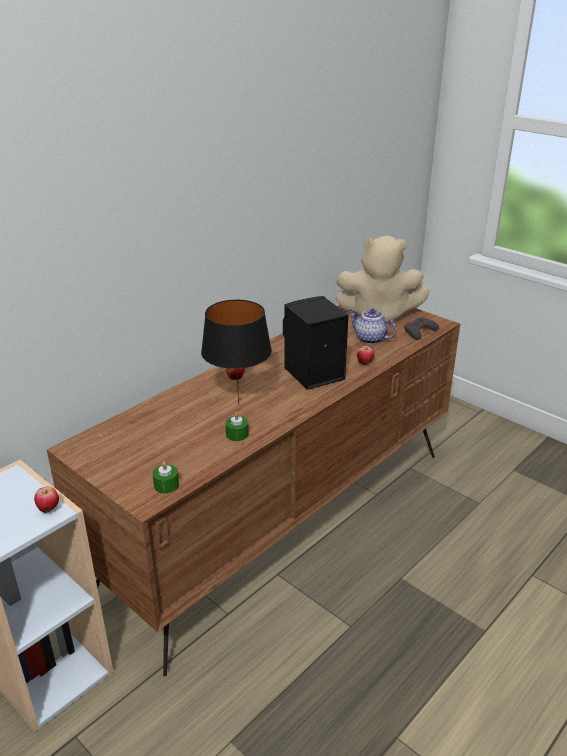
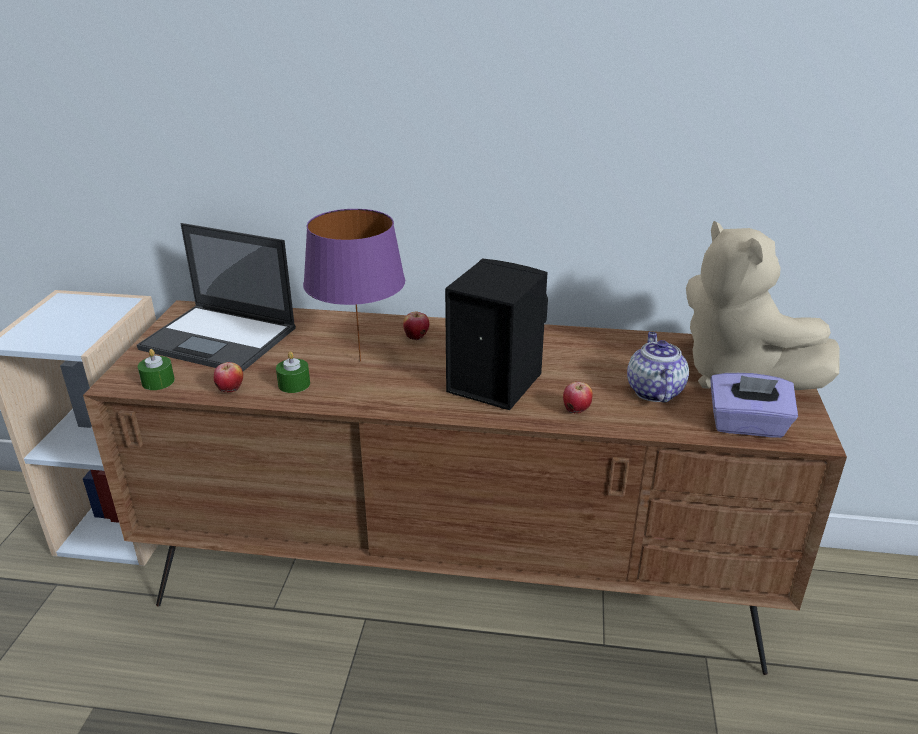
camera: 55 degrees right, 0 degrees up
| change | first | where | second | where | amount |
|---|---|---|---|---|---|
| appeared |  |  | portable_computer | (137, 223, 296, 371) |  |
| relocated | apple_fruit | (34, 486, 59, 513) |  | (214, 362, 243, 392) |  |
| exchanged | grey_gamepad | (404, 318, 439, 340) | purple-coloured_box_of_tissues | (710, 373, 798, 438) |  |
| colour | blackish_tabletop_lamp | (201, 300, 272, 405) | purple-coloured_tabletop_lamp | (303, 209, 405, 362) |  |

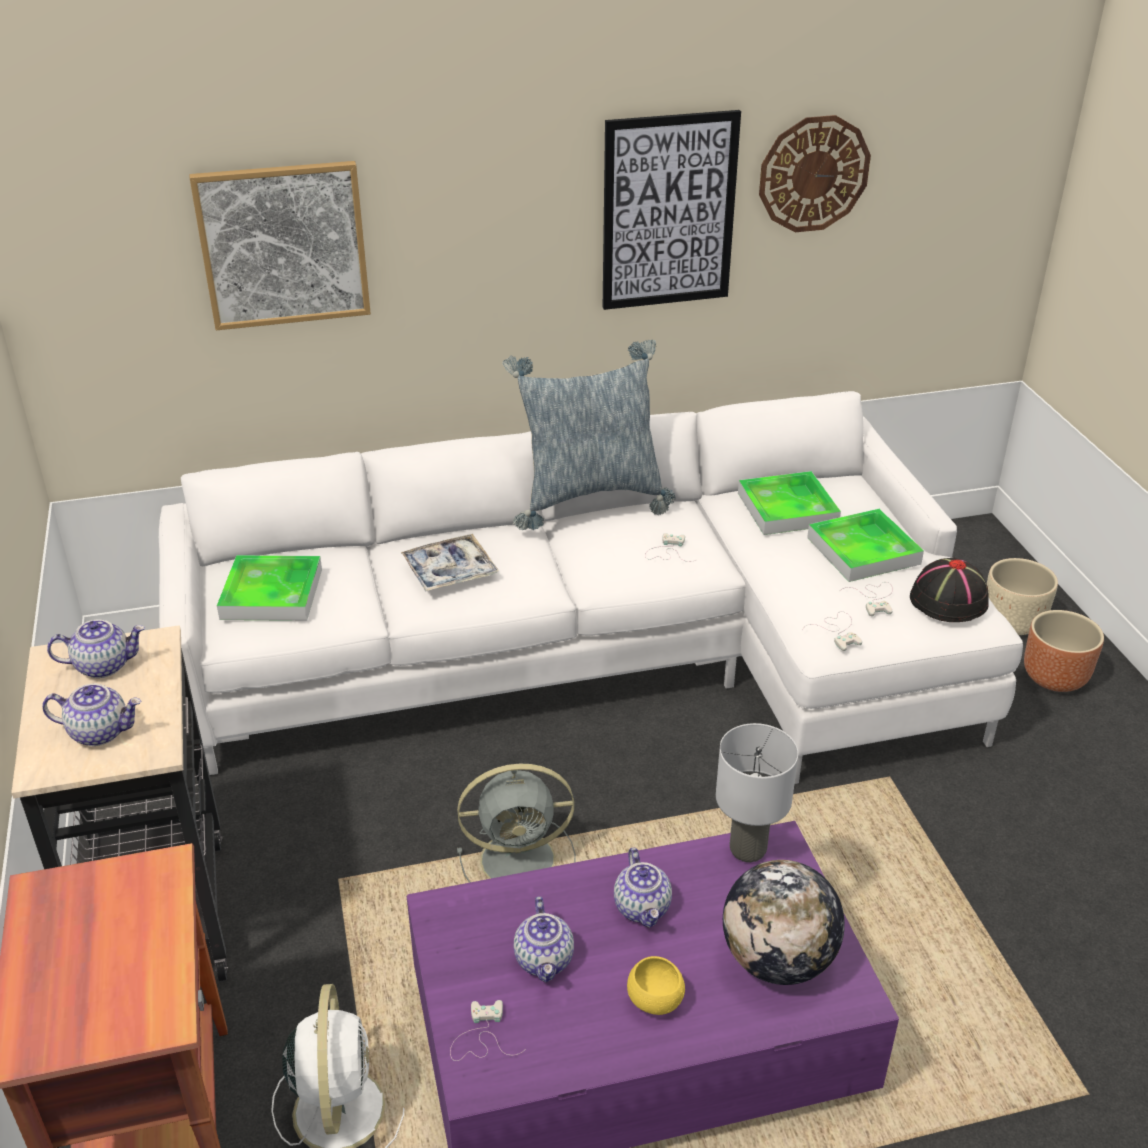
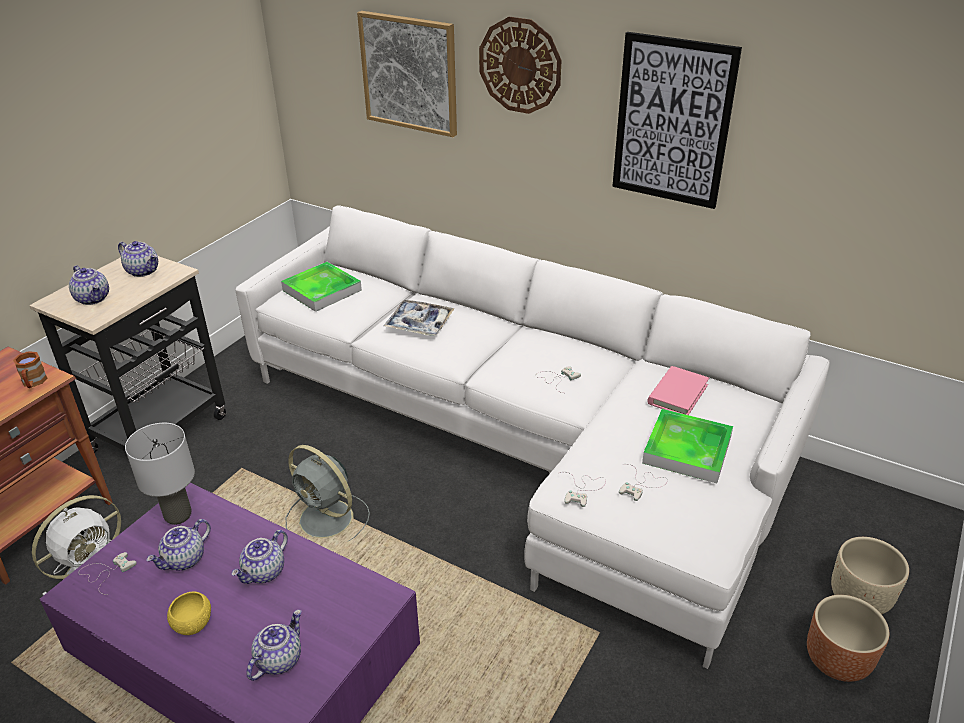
camera: 45 degrees right, 0 degrees up
| change | first | where | second | where | amount |
|---|---|---|---|---|---|
| missing | throw_pillow | (502, 340, 676, 530) |  |  |  |
| missing | blackish_hat | (910, 558, 989, 622) |  |  |  |
| appeared |  |  | brown-coloured_coffee_mug | (13, 351, 47, 388) |  |
| relocated | whitish_tabletop_lamp | (716, 723, 798, 863) |  | (125, 423, 195, 525) |  |
| relocated | clock_on_the_wall | (759, 115, 871, 232) |  | (479, 17, 561, 114) |  |
| exchanged | world_globe | (723, 860, 845, 985) | pot_for_tea | (246, 610, 301, 681) |  |
| exchanged | carrying_tray | (738, 471, 841, 535) | pink-coloured_book | (647, 366, 709, 415) |  |

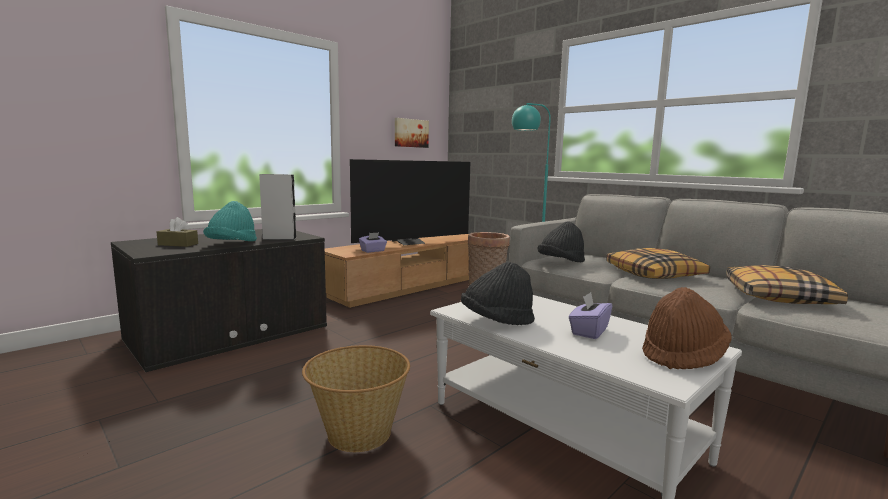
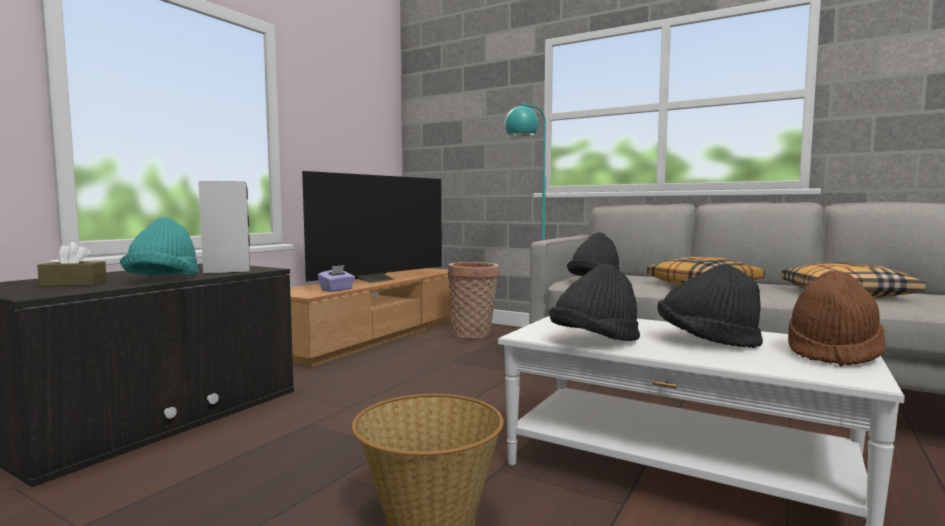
camera: 15 degrees left, 5 degrees down
| change | first | where | second | where | amount |
|---|---|---|---|---|---|
| missing | wall_art | (395, 118, 429, 148) |  |  |  |
| exchanged | purple-coloured_box_of_tissues | (569, 292, 612, 339) | blackish_hat | (657, 265, 763, 348) |  |

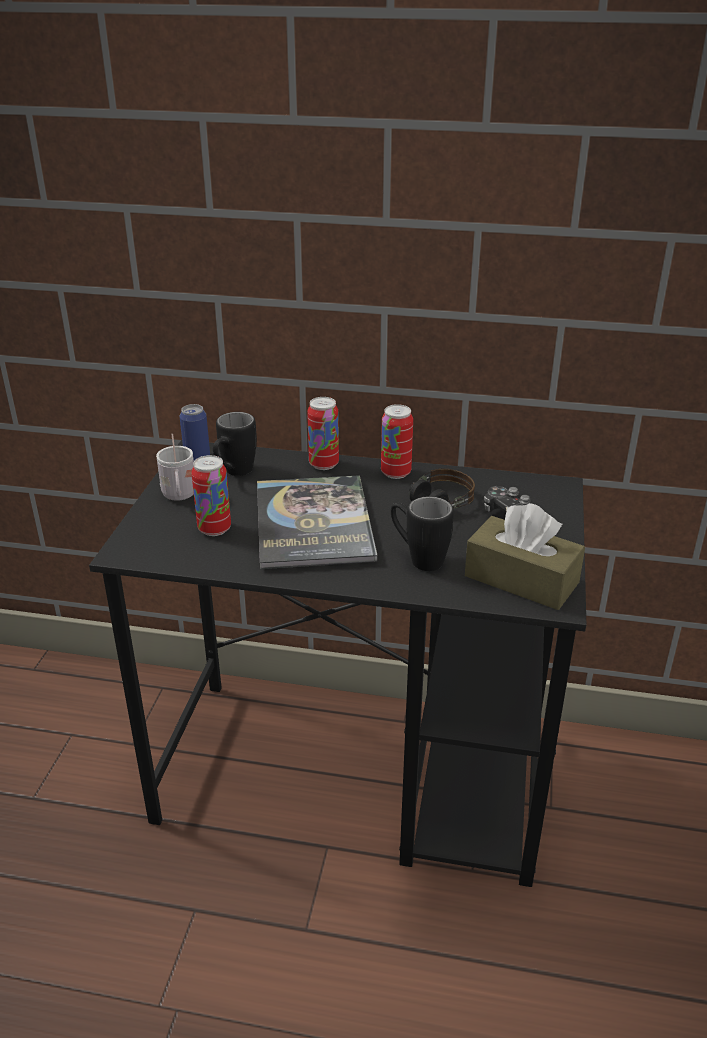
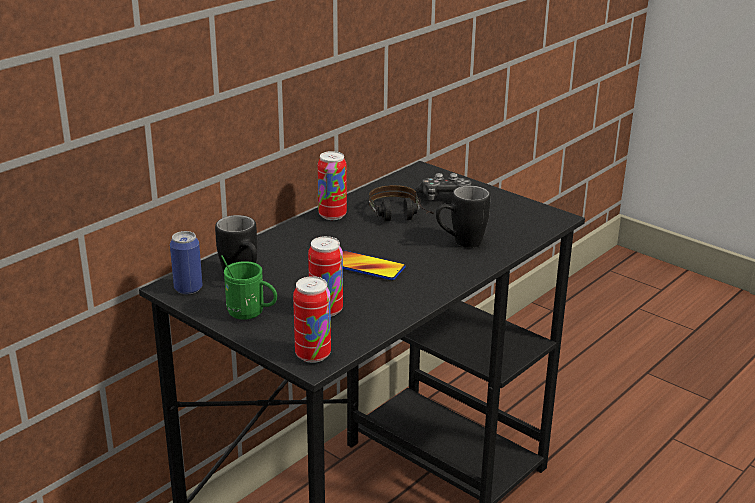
camera: 60 degrees left, 5 degrees down
| change | first | where | second | where | amount |
|---|---|---|---|---|---|
| missing | brown-coloured_box_of_tissues | (465, 503, 585, 610) |  |  |  |
| relocated | sealed_can | (307, 397, 339, 470) |  | (293, 276, 331, 363) |  |
| exchanged | book | (257, 475, 378, 569) | phone | (343, 250, 406, 280) |  |
| colour | whitish_coffee_mug | (156, 434, 194, 501) | green-coloured_coffee_mug | (221, 256, 277, 320) |  |

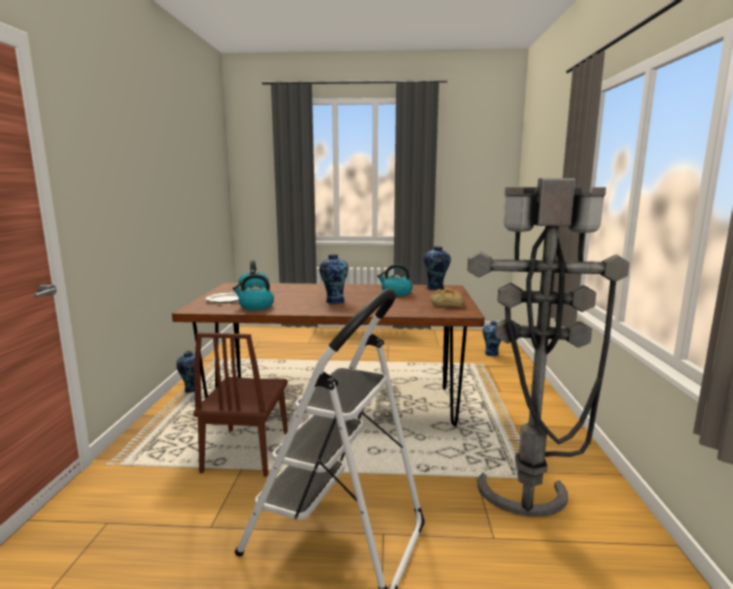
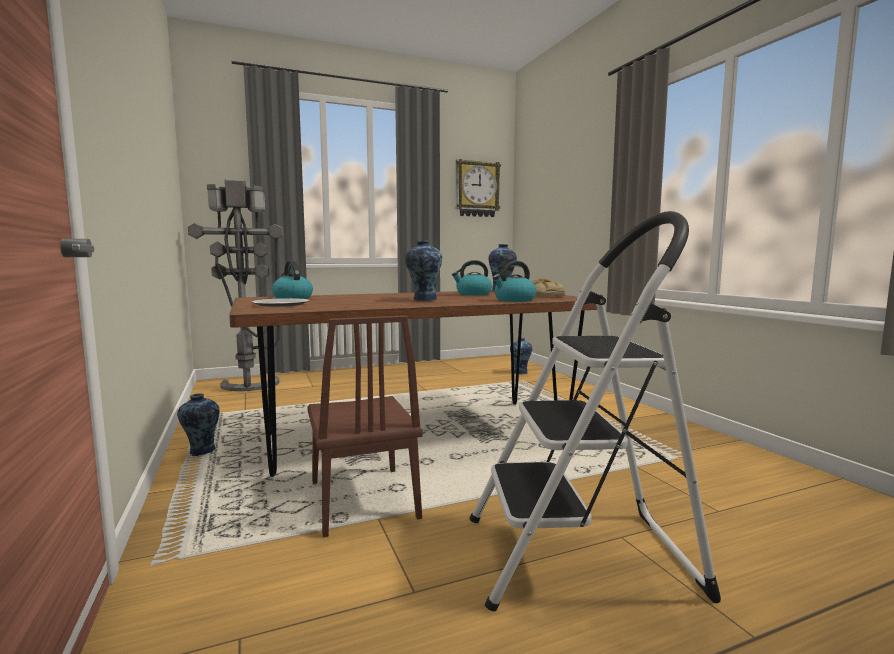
camera: 25 degrees left, 5 degrees down
| change | first | where | second | where | amount |
|---|---|---|---|---|---|
| appeared |  |  | clock_on_the_wall | (456, 159, 501, 217) |  |
| relocated | water_kettle | (232, 274, 274, 310) |  | (493, 261, 536, 302) |  |
| relocated | grey_floor_lamp | (467, 178, 630, 517) |  | (188, 179, 283, 391) |  |

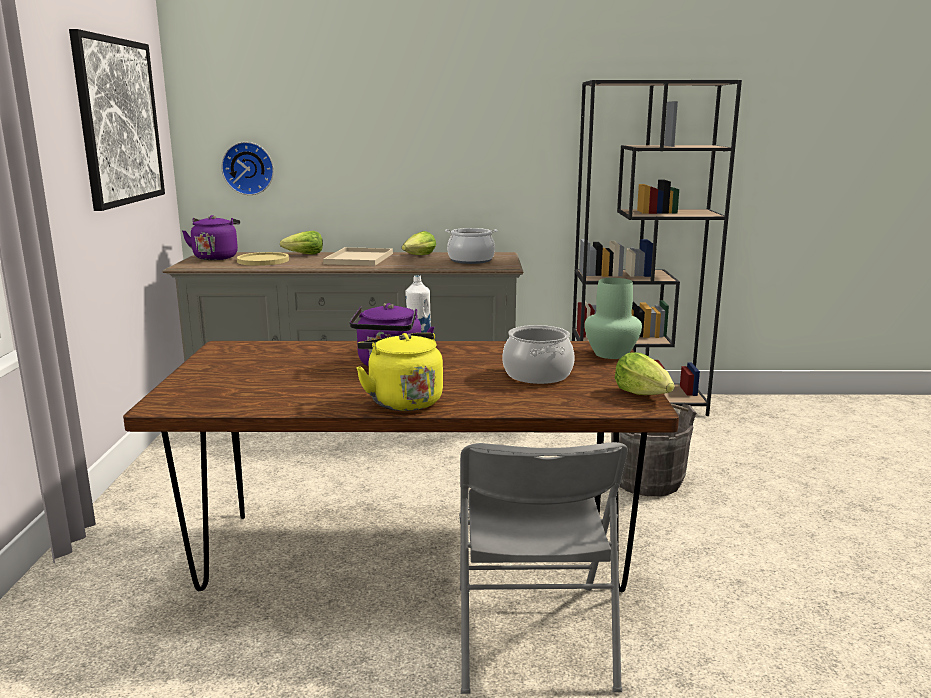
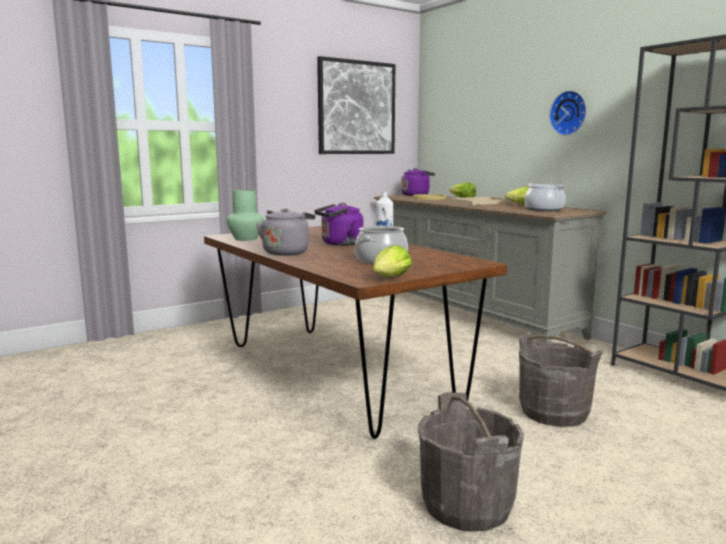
camera: 55 degrees right, 5 degrees down
| change | first | where | second | where | amount |
|---|---|---|---|---|---|
| missing | grey_upright_chair | (459, 442, 628, 694) |  |  |  |
| appeared |  |  | grey_water_bucket | (418, 392, 524, 532) |  |
| relocated | clock_on_the_wall | (221, 142, 274, 195) |  | (549, 90, 587, 136) |  |
| relocated | green-coloured_flower_vase | (584, 278, 642, 359) |  | (226, 190, 264, 241) |  |
| colour | yellowish_water_kettle | (356, 333, 443, 411) | grey_water_kettle | (256, 208, 315, 256) |  |

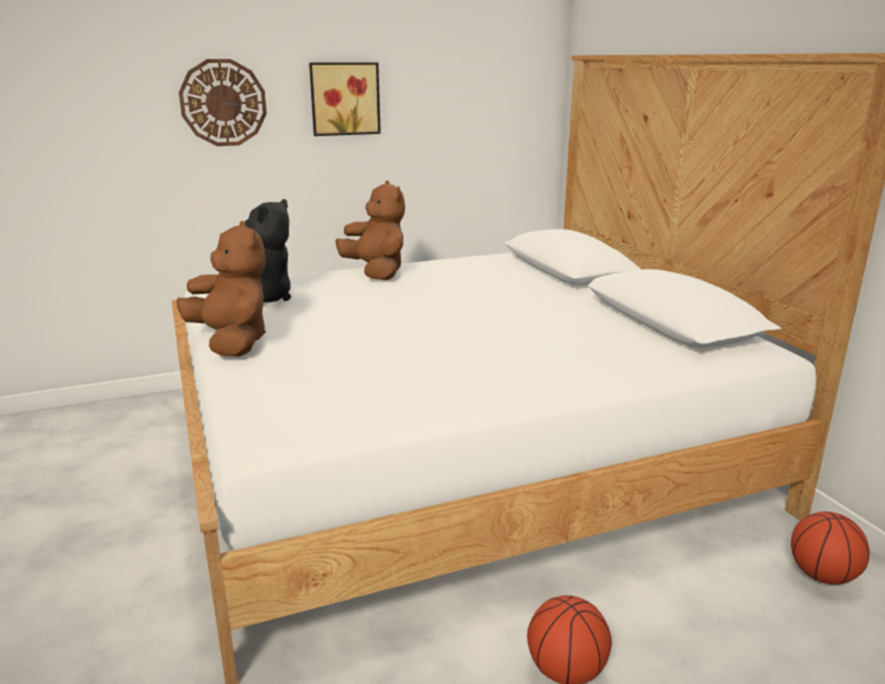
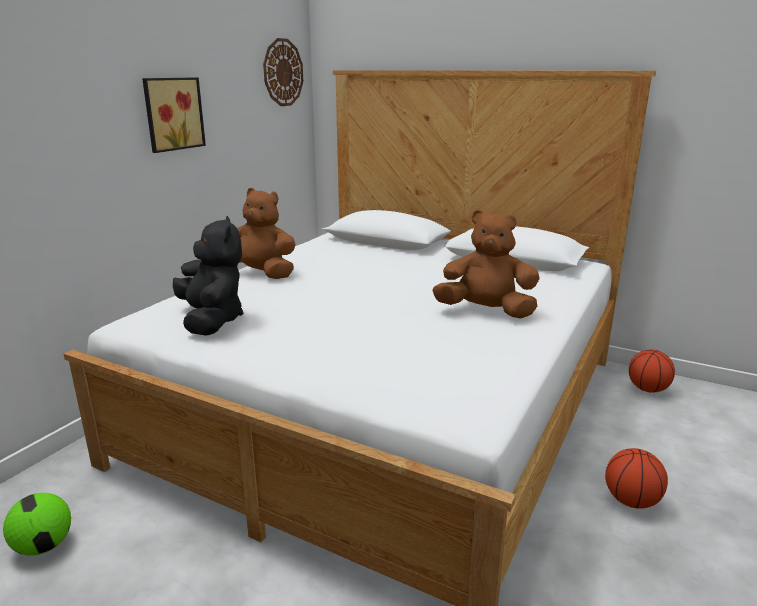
camera: 40 degrees left, 0 degrees up
| change | first | where | second | where | amount |
|---|---|---|---|---|---|
| appeared |  |  | football_ball | (3, 493, 71, 555) |  |
| relocated | brown-coloured_cuddly_toy | (177, 221, 266, 356) |  | (432, 210, 540, 319) |  |
| relocated | clock_on_the_wall | (179, 59, 267, 146) |  | (263, 38, 303, 106) |  |

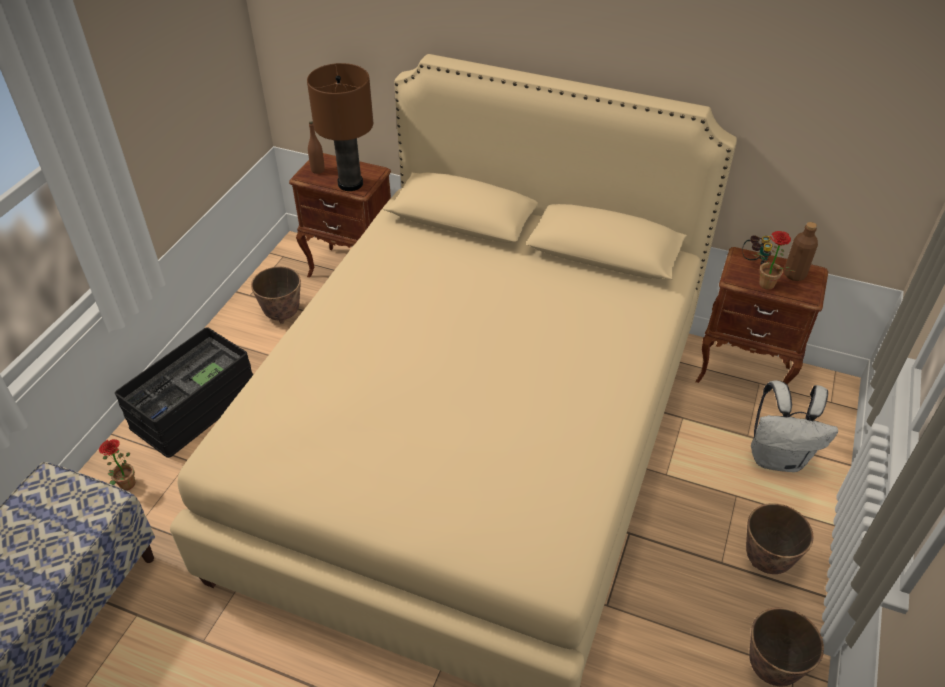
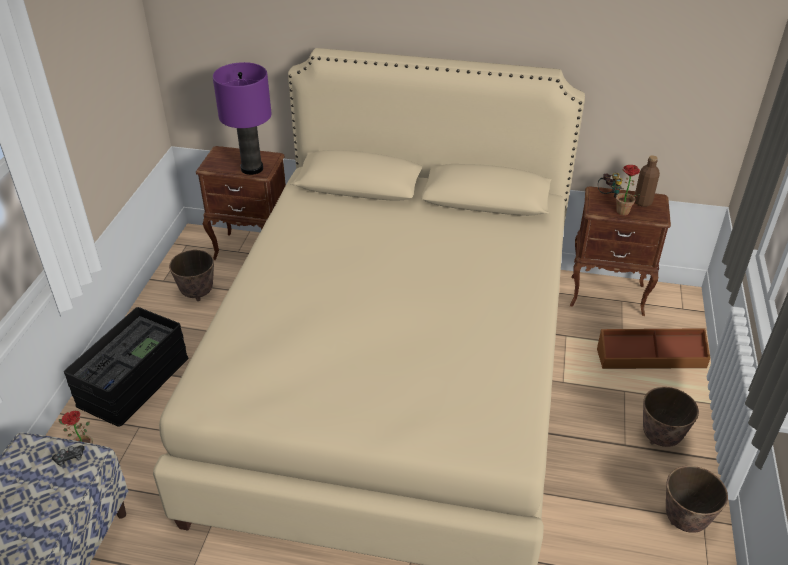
camera: 10 degrees left, 5 degrees down
| change | first | where | second | where | amount |
|---|---|---|---|---|---|
| missing | brown-coloured_bottle | (308, 121, 325, 174) |  |  |  |
| appeared |  |  | gamepad | (52, 445, 84, 467) |  |
| exchanged | whitish_rucksack | (751, 380, 838, 472) | brown-coloured_storage_container | (597, 328, 710, 369) |  |
| colour | brown-coloured_tabletop_lamp | (307, 63, 373, 191) | purple-coloured_tabletop_lamp | (213, 62, 272, 175) |  |

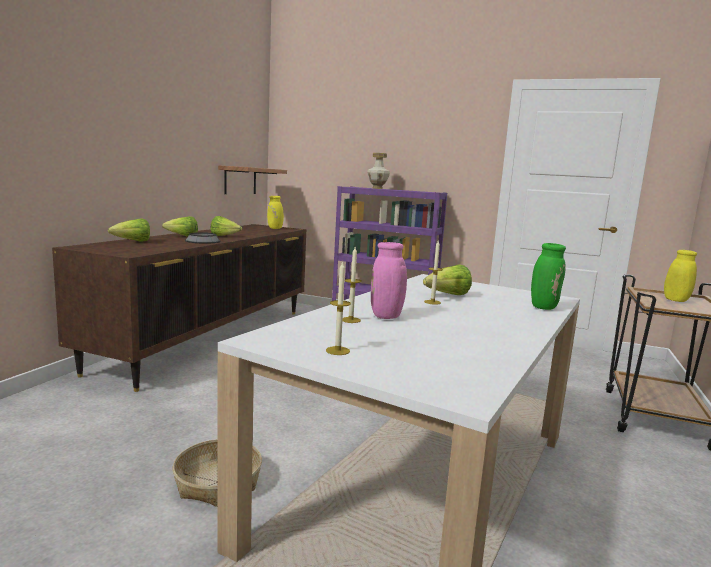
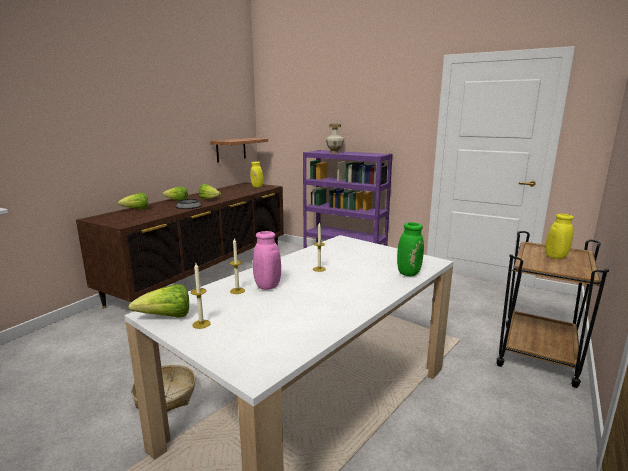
camera: 10 degrees right, 5 degrees up
| change | first | where | second | where | amount |
|---|---|---|---|---|---|
| relocated | lettuce | (423, 264, 472, 295) |  | (128, 284, 189, 318) |  |

